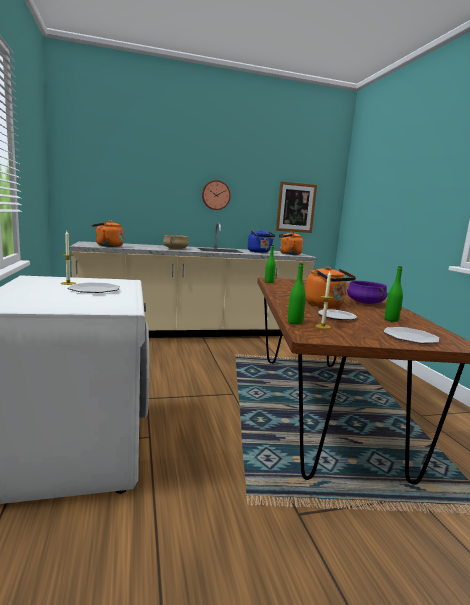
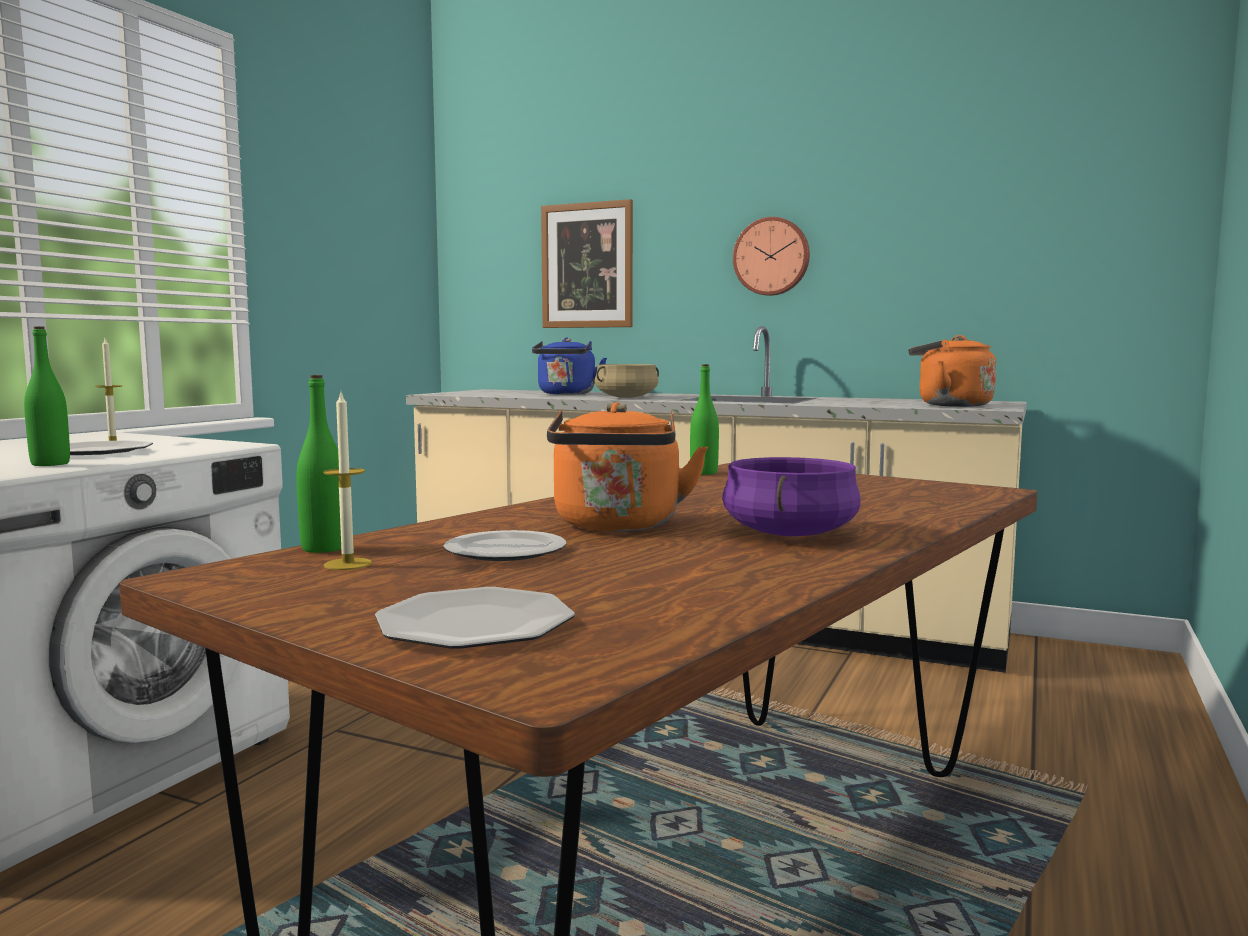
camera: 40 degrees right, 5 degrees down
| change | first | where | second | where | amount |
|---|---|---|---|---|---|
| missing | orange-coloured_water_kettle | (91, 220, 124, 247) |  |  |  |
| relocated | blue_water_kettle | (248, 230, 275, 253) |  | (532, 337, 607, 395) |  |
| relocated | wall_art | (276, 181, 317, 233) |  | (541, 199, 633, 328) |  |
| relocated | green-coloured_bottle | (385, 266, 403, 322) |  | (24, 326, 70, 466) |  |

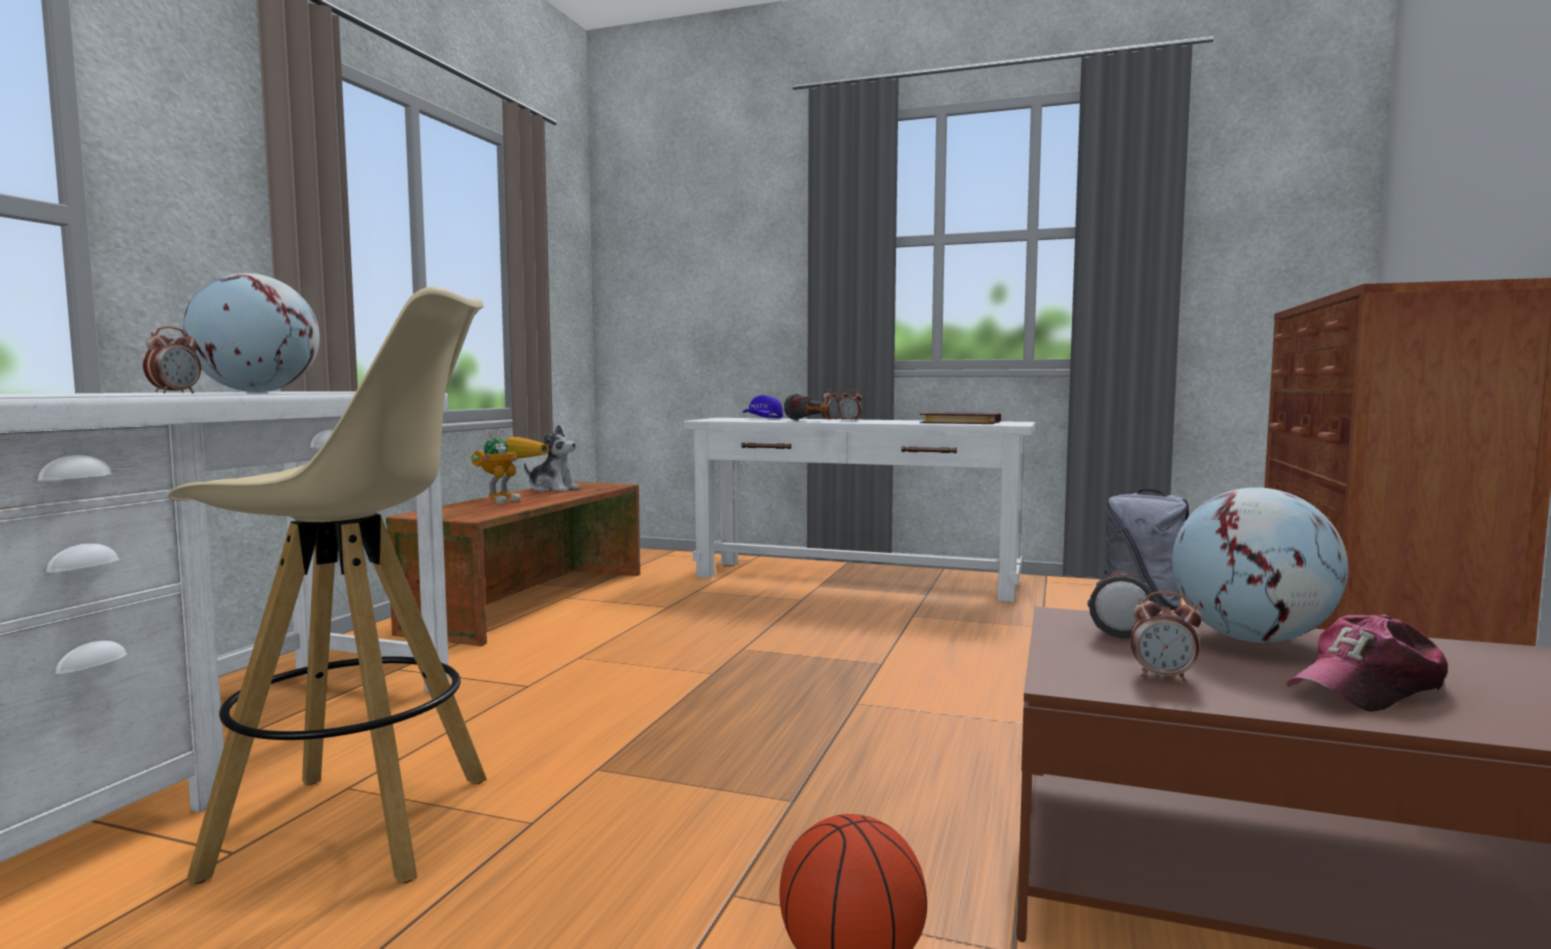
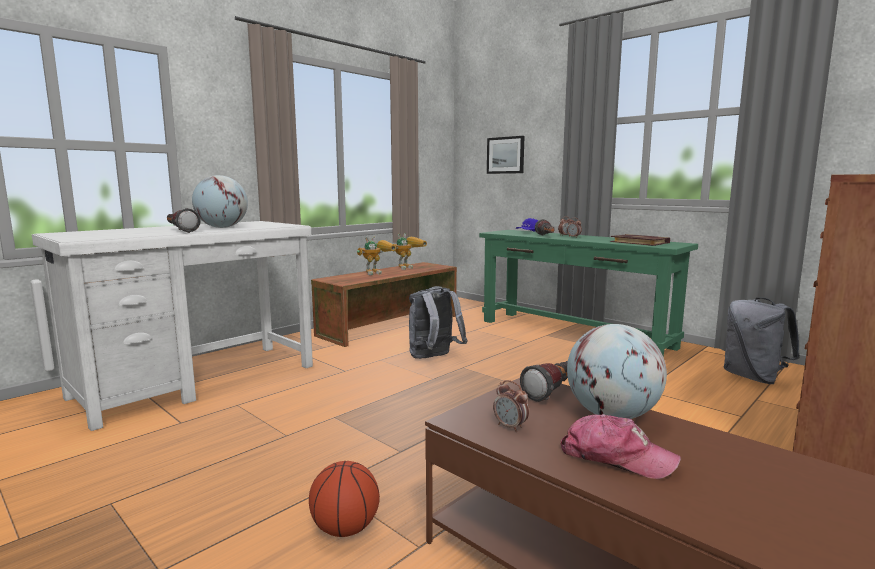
camera: 25 degrees right, 5 degrees up
| change | first | where | second | where | amount |
|---|---|---|---|---|---|
| missing | beige-coloured_stool_seat | (168, 287, 487, 885) |  |  |  |
| appeared |  |  | grey_rucksack | (409, 286, 467, 359) |  |
| appeared |  |  | wall_art | (487, 136, 525, 174) |  |
| exchanged | alarm_clock | (143, 326, 201, 393) | hand_torch | (167, 208, 201, 233) |  |
| exchanged | cuddly_toy | (524, 425, 580, 492) | robot_figure | (393, 233, 427, 270) |  |
| colour | whitish_hall_table | (684, 418, 1035, 602) | green-coloured_hall_table | (479, 230, 698, 357) |  |
| spun | baseball_cap | (1287, 615, 1448, 712) |  | (560, 414, 681, 479) | 150 degrees counterclockwise |

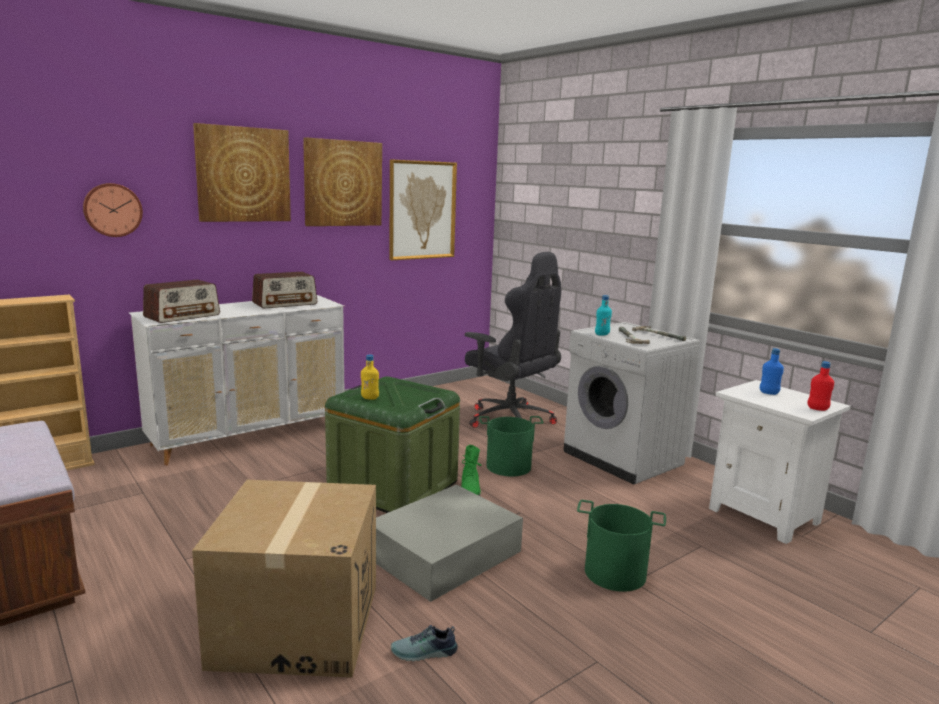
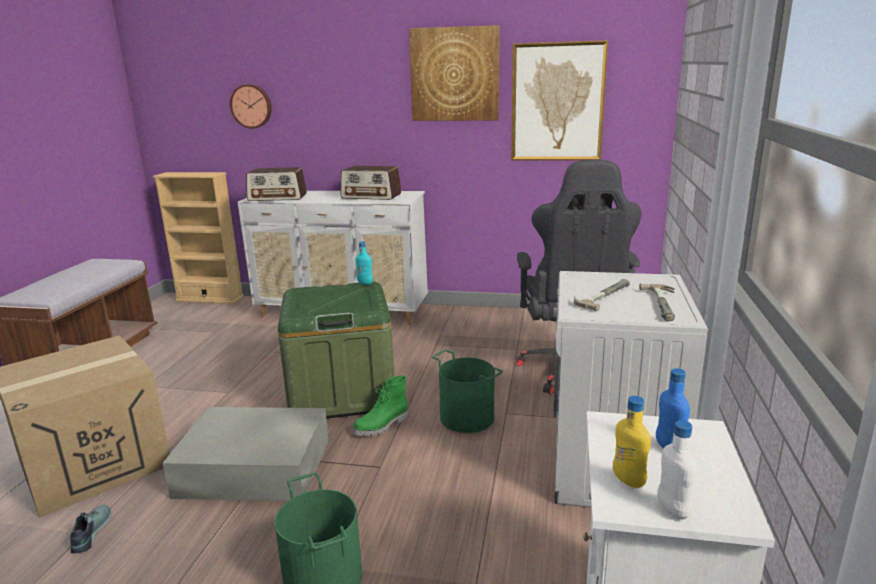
camera: 50 degrees right, 5 degrees up
| change | first | where | second | where | amount |
|---|---|---|---|---|---|
| missing | wall_art | (193, 123, 291, 222) |  |  |  |
| relocated | yellowish_bottle | (361, 355, 379, 400) |  | (613, 396, 651, 488) |  |
| relocated | turquoise_bottle | (595, 295, 612, 335) |  | (356, 241, 373, 285) |  |
| colour | red-coloured_bottle | (807, 361, 834, 411) | whitish_bottle | (657, 420, 697, 520) |  |
| spun | shoe | (391, 625, 458, 661) |  | (70, 504, 111, 553) | 45 degrees clockwise |

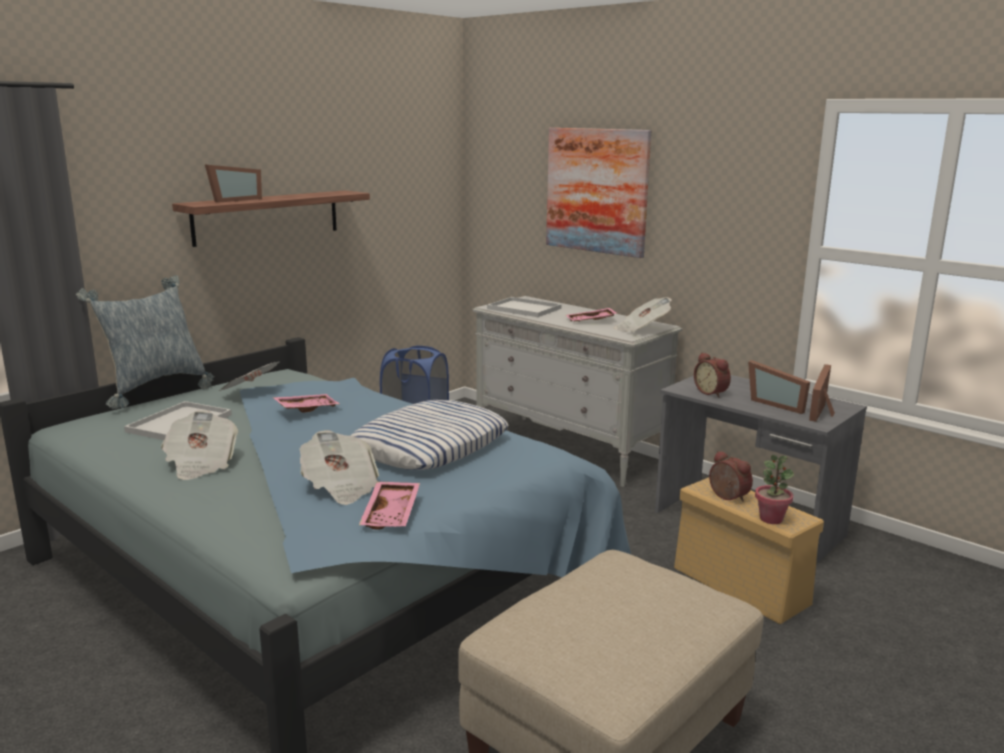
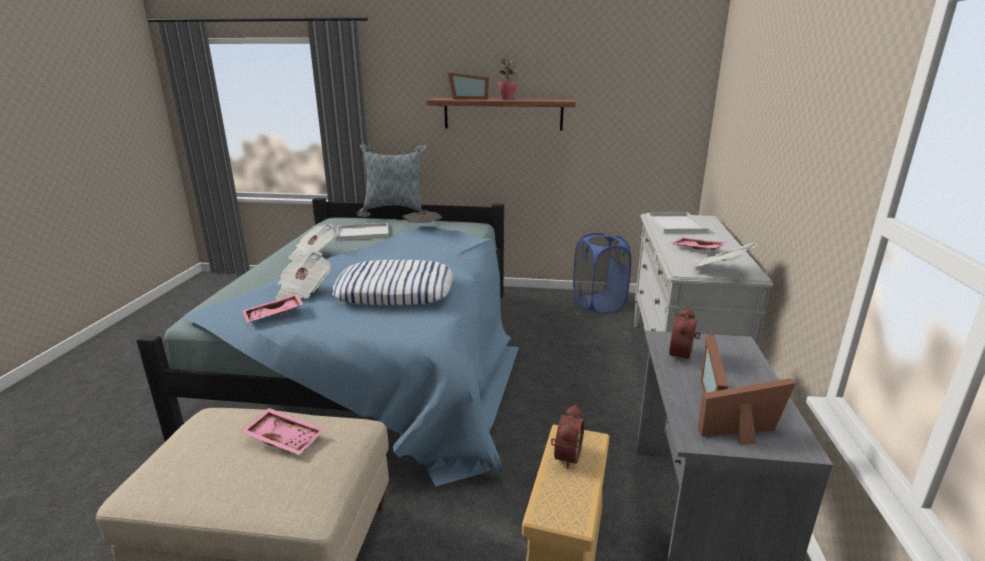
camera: 55 degrees right, 5 degrees up
| change | first | where | second | where | amount |
|---|---|---|---|---|---|
| missing | wall_art | (546, 128, 651, 258) |  |  |  |
| relocated | pink-coloured_carrying_tray | (273, 394, 340, 412) |  | (240, 408, 325, 455) |  |
| relocated | plant_in_a_pot | (755, 455, 794, 524) |  | (498, 58, 518, 100) |  |

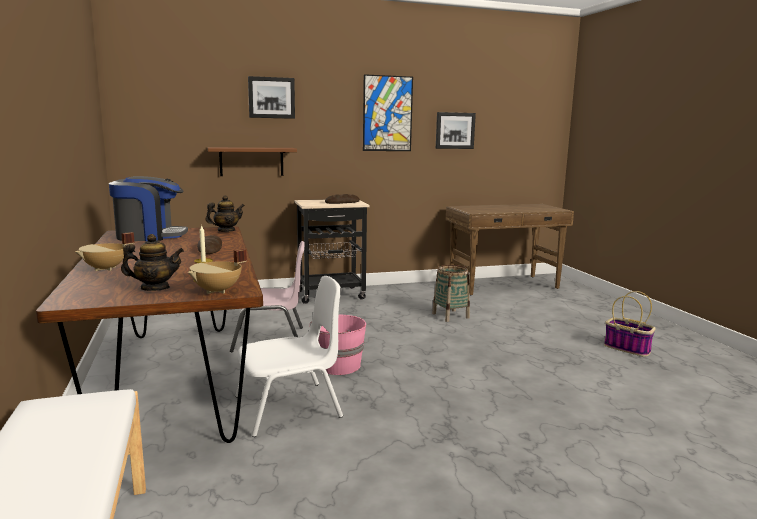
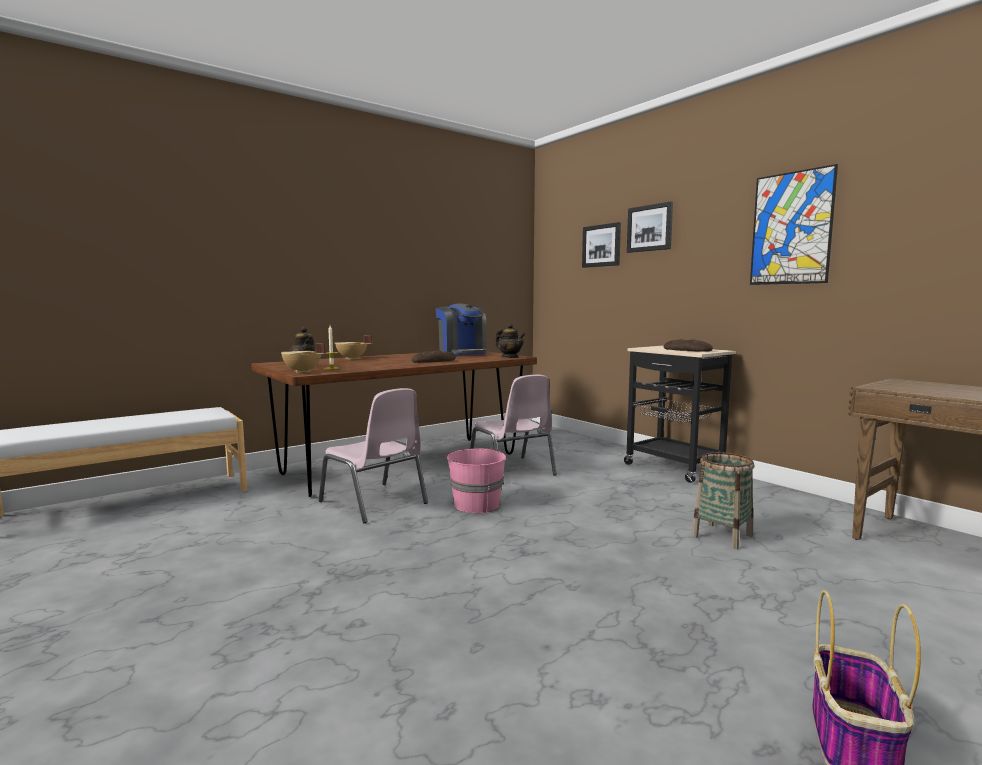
camera: 70 degrees right, 5 degrees down
| change | first | where | second | where | amount |
|---|---|---|---|---|---|
| missing | brown-coloured_shelf | (208, 147, 297, 176) |  |  |  |
| relocated | wall_art | (436, 112, 476, 149) |  | (582, 222, 621, 268) |  |
| colour | whitish_upright_chair | (235, 276, 343, 437) | pink-coloured_upright_chair | (319, 388, 428, 523) |  |

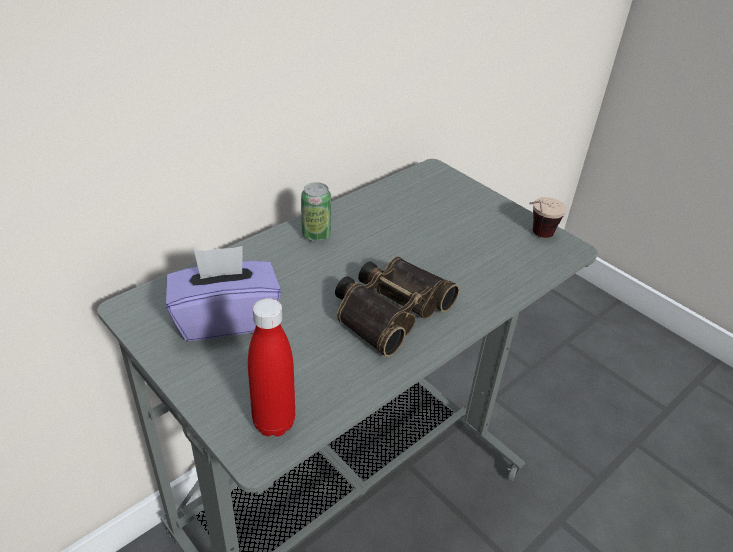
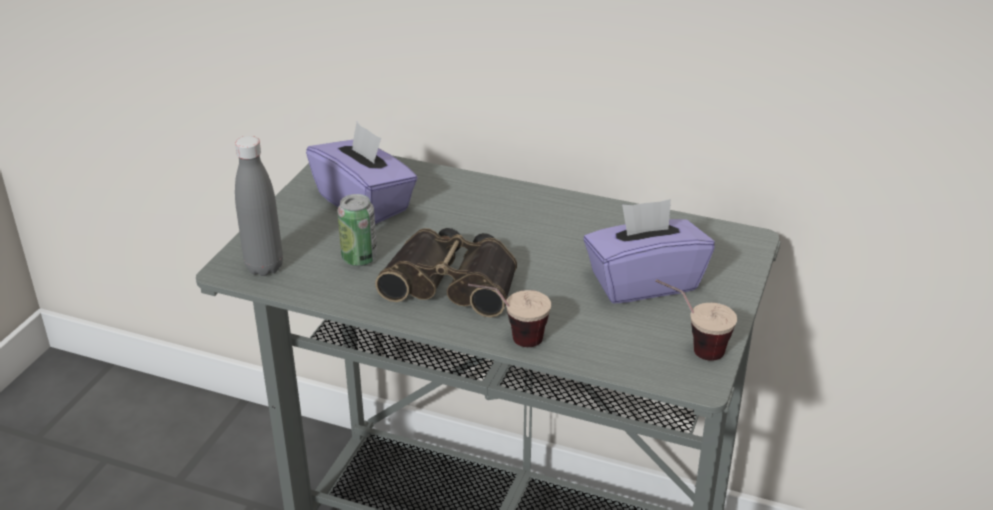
camera: 65 degrees right, 5 degrees down
| change | first | where | second | where | amount |
|---|---|---|---|---|---|
| appeared |  |  | small_cup | (468, 284, 551, 347) |  |
| appeared |  |  | purple-coloured_box_of_tissues | (583, 199, 715, 304) |  |
| relocated | sealed_can | (301, 182, 331, 242) |  | (337, 194, 377, 266) |  |
| colour | red-coloured_bottle | (248, 298, 295, 437) | grey_bottle | (235, 136, 283, 276) |  |

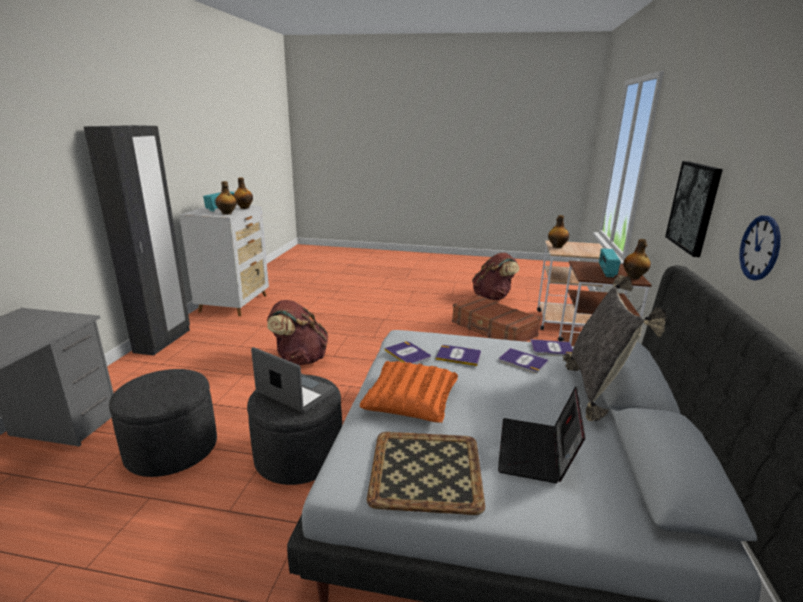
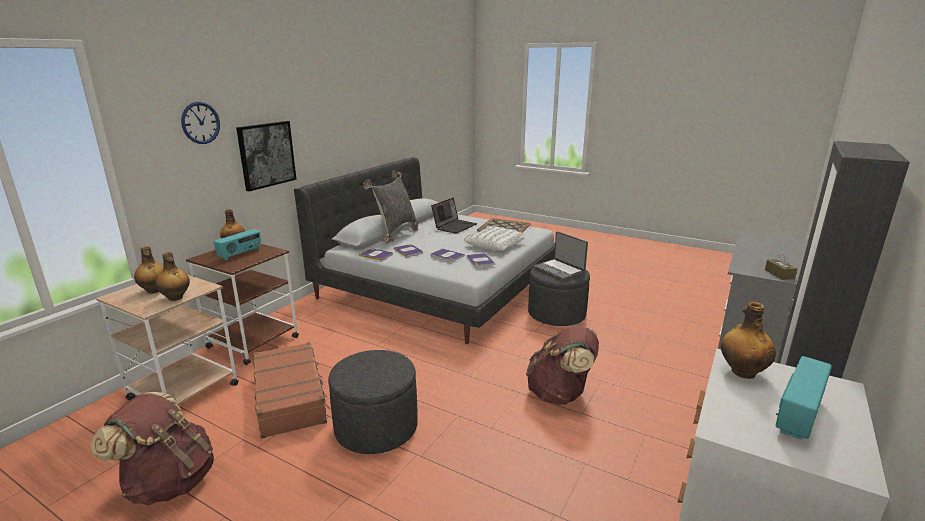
camera: 160 degrees left, 0 degrees up
| change | first | where | second | where | amount |
|---|---|---|---|---|---|
| appeared |  |  | brown-coloured_box_of_tissues | (765, 253, 797, 280) |  |
| relocated | grey_footrest | (109, 369, 217, 477) |  | (328, 350, 418, 454) |  |
| relocated | bottle | (234, 177, 253, 209) |  | (134, 246, 164, 294) |  |
| relocated | clock_on_the_wall | (739, 216, 781, 280) |  | (181, 102, 220, 144) |  |
| colour | orange-coloured_throw_pillow | (360, 361, 458, 423) | whitish_throw_pillow | (464, 226, 525, 251) |  |

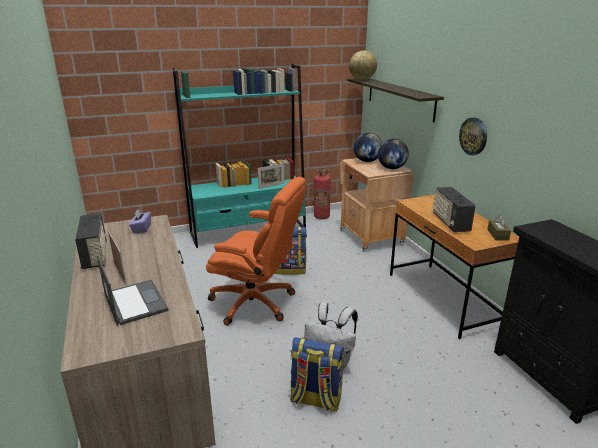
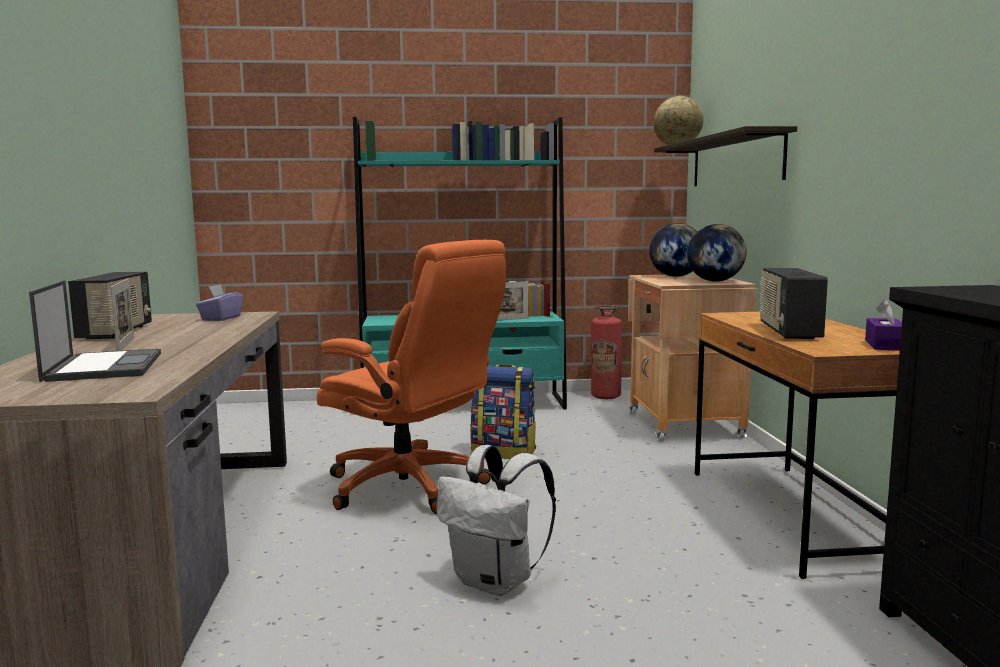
camera: 15 degrees right, 15 degrees down
| change | first | where | second | where | amount |
|---|---|---|---|---|---|
| missing | rucksack | (290, 337, 344, 412) |  |  |  |
| missing | clock_on_the_wall | (459, 118, 487, 155) |  |  |  |
| colour | brown-coloured_box_of_tissues | (487, 215, 511, 241) | purple-coloured_box_of_tissues | (865, 299, 902, 351) |  |

